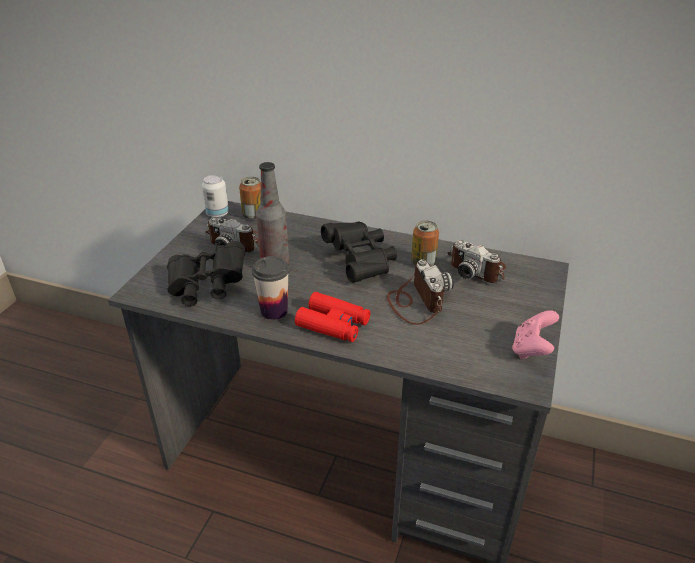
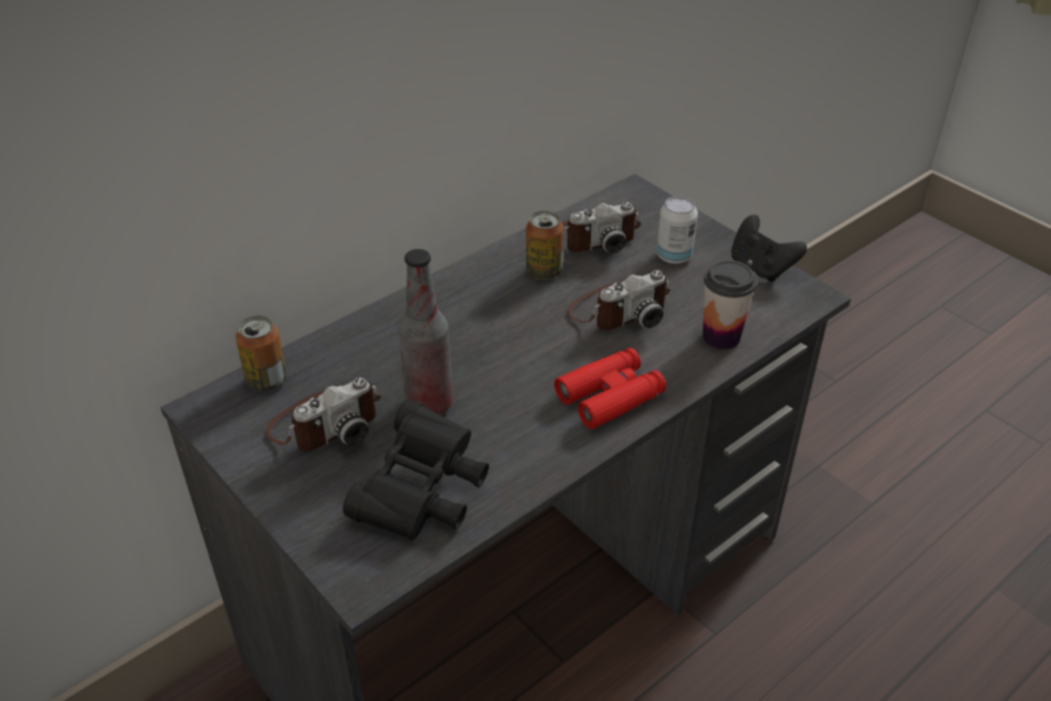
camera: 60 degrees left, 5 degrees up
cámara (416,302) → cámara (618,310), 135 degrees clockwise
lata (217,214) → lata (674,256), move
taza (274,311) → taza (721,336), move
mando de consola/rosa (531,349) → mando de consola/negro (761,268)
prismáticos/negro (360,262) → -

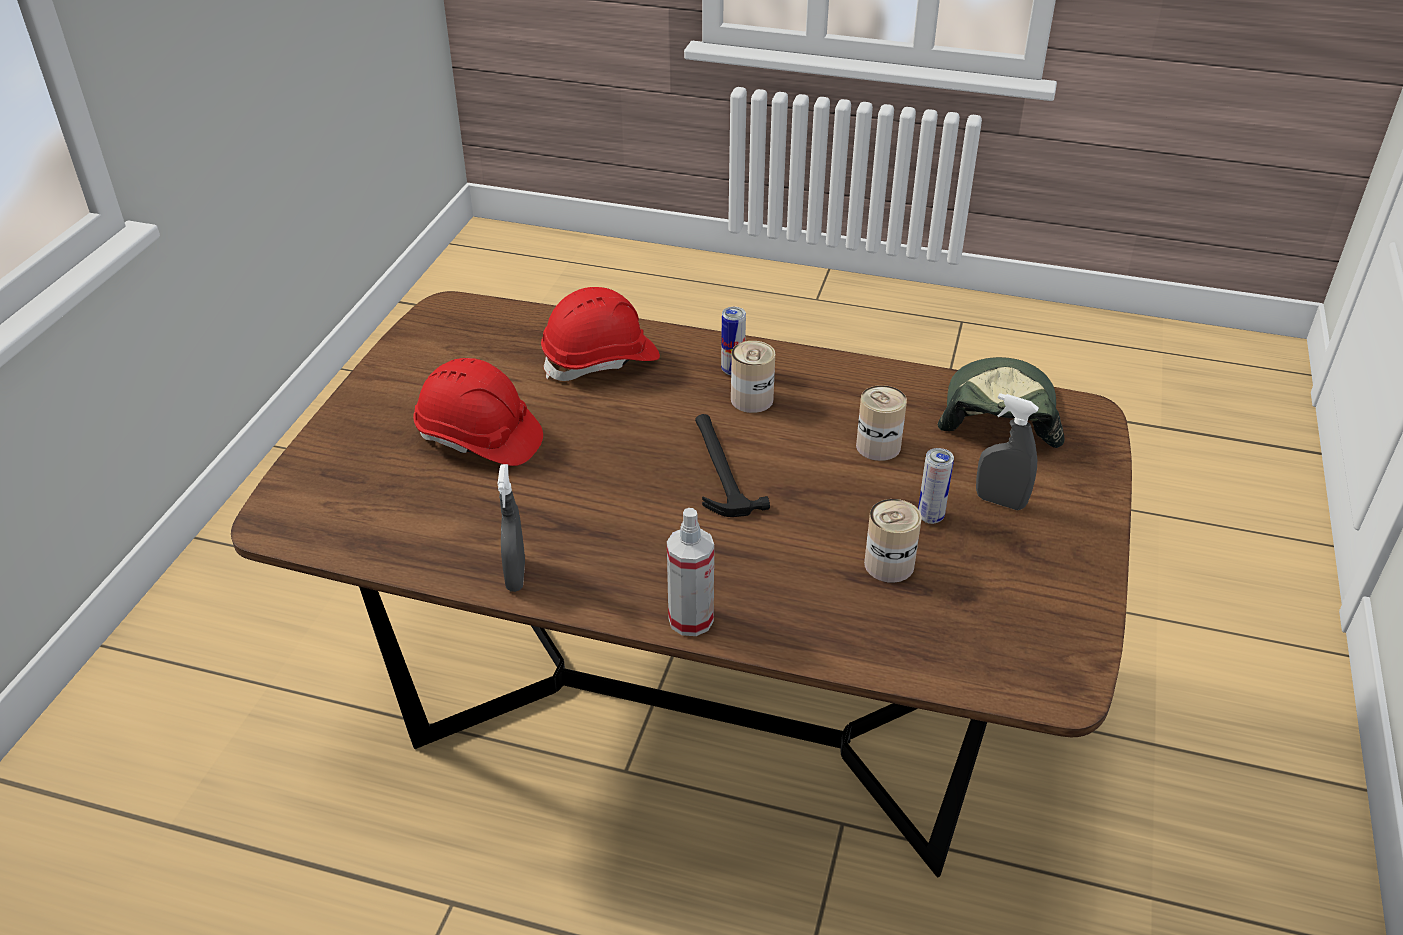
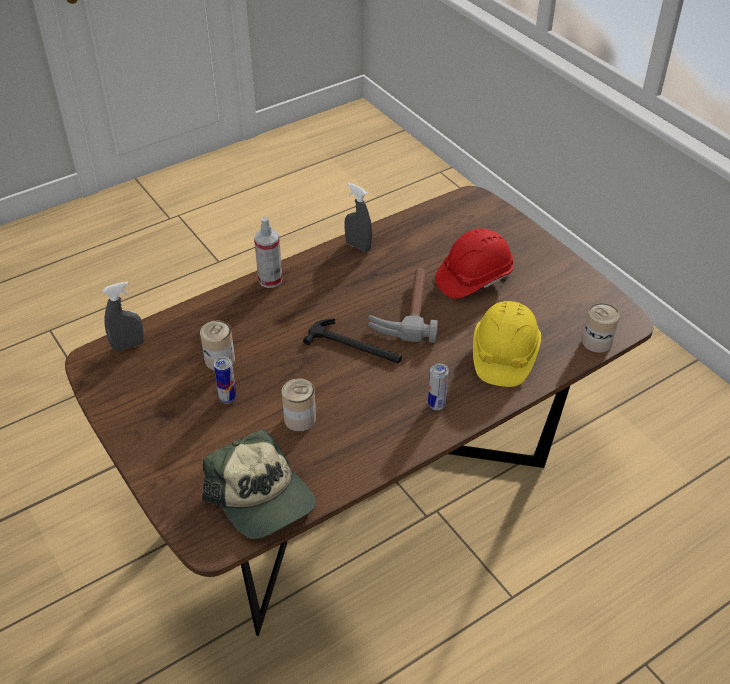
camera: 130 degrees right, 5 degrees up
pulverizador/gris (1000,501) → pulverizador/gris (128,345), move
- → martillo (405,311)
casco/rojo (601,361) → casco/amarillo (503,355)
lata (752,399) → lata (597,342), move

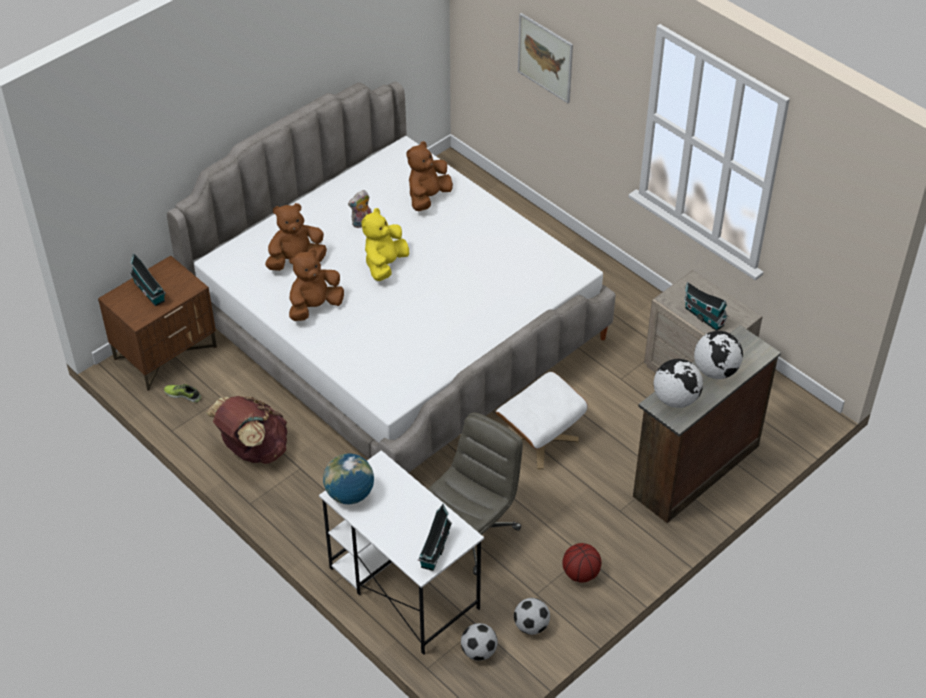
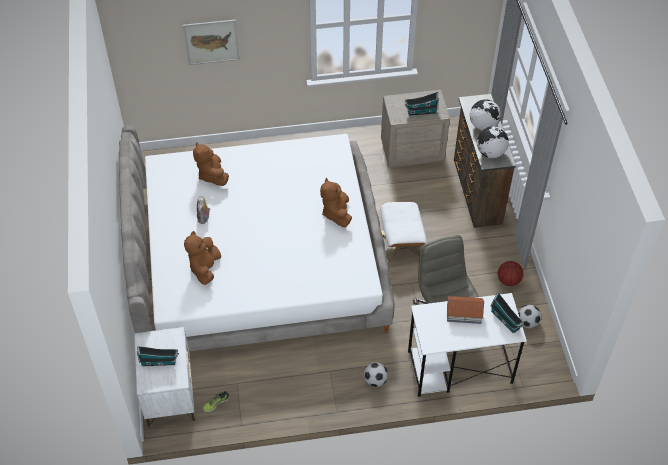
camera: 55 degrees left, 5 degrees up
mesita de noche/marrón (166,352) → mesita de noche/blanco (169,394)
peluche/marrón (314,307) → peluche/marrón (336,213), move
balón de fútbol (478,651) → balón de fútbol (375,380), move
- → casita (464,313)
mochila/marrón (253,450) → -
globo terráqueo (349,494) → -
peluche/amarillo (385,265) → -

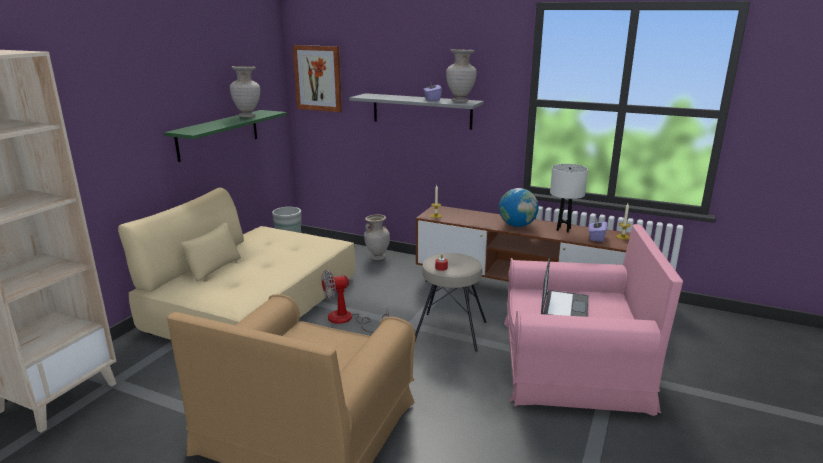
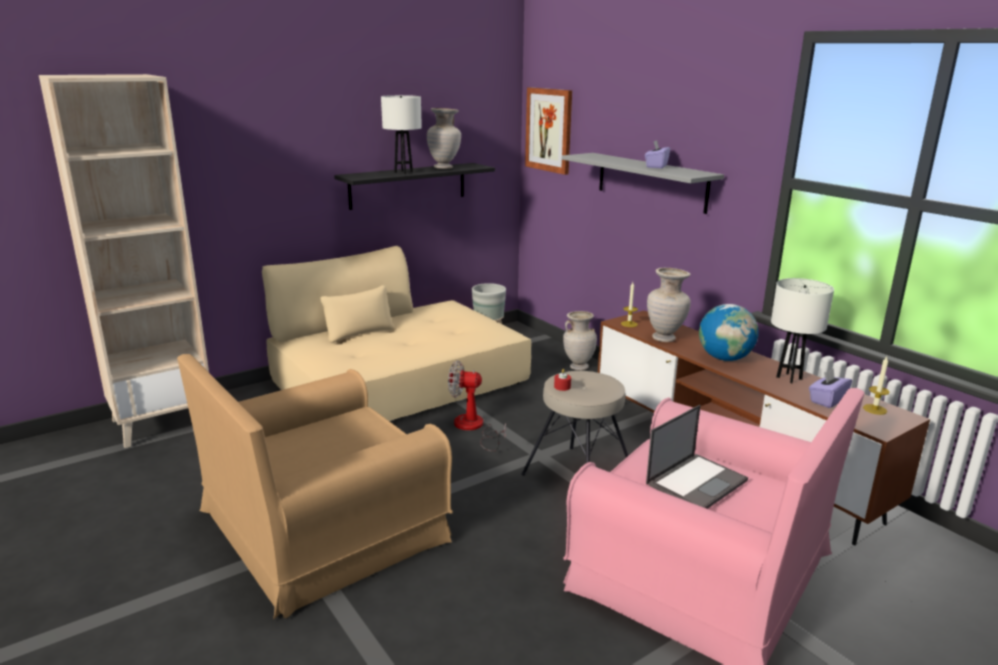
camera: 30 degrees right, 0 degrees up
estante/verde (218,134) → estante/negro (408,185)
- → lámpara de mesa/blanco (403,172)
florero/beis (460,101) → florero/beis (665,339), move

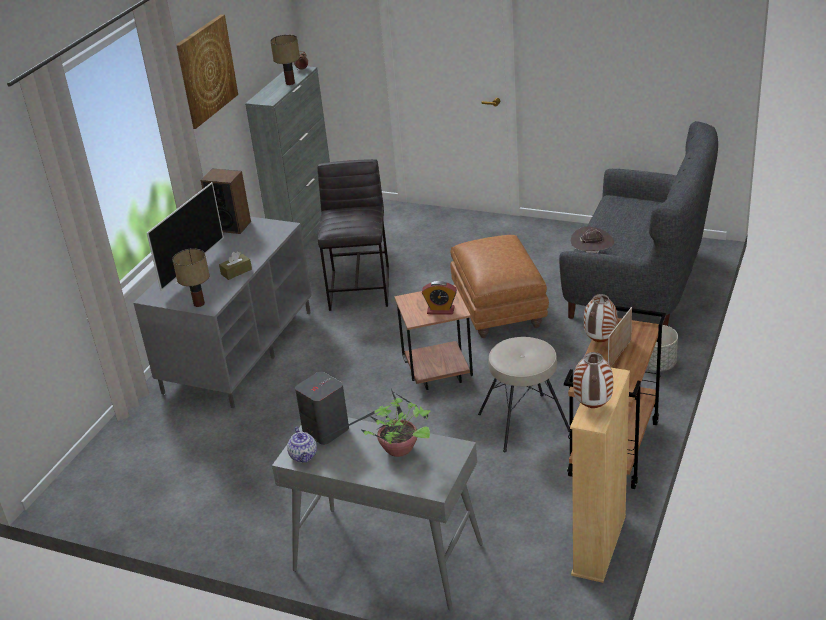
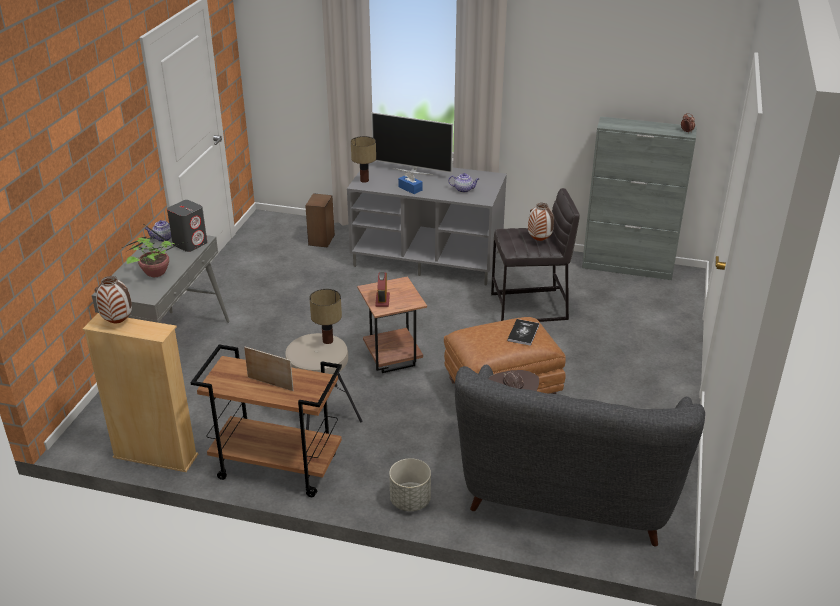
camera: 80 degrees right, 0 degrees up
altavoz (231,226) → altavoz (321,240), move
lámpara de mesa (289,83) → lámpara de mesa (328,340), move
caja de pañuelos/marrón (236,272) → caja de pañuelos/azul (410,188)
- → tetera (464,189)
- → libro (523,333)
florero (600,341) → florero (539,240), move
cuadro (205,71) → -

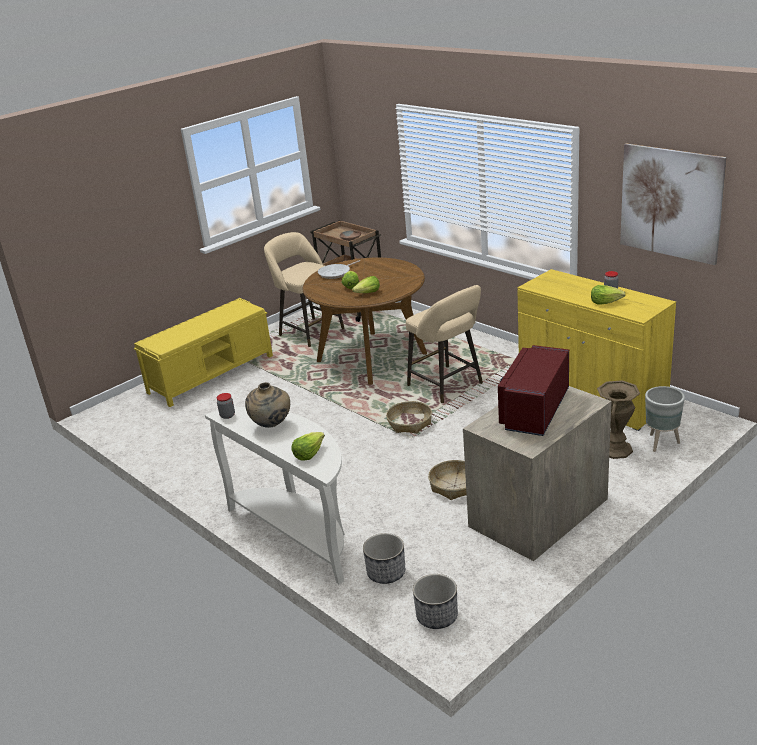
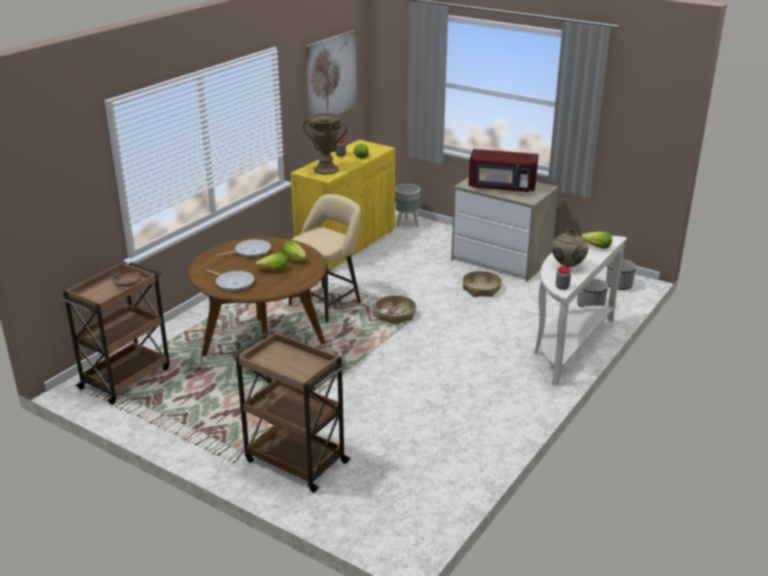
camera: 105 degrees left, 0 degrees up
- → sartén (250,251)
banco/amarillo (212,374) → carrito/marrón (294,461)
florero/marrón (616,449) → florero/marrón (326,170), move
taburete/beis (309,331) → -

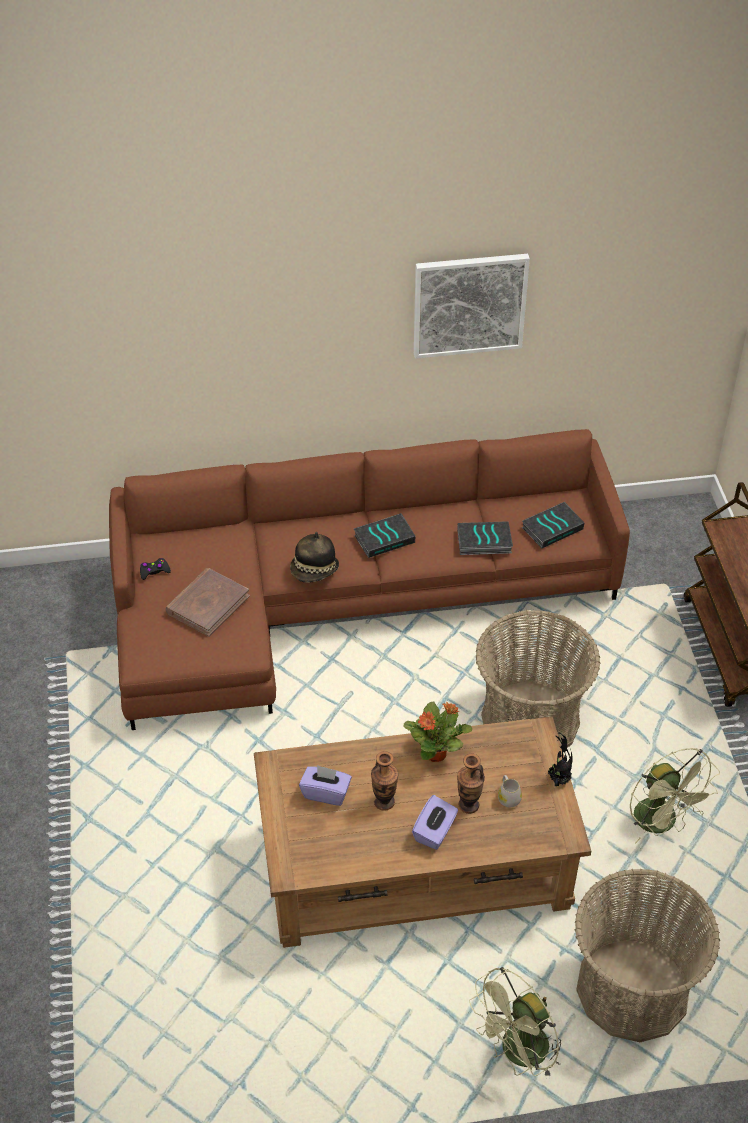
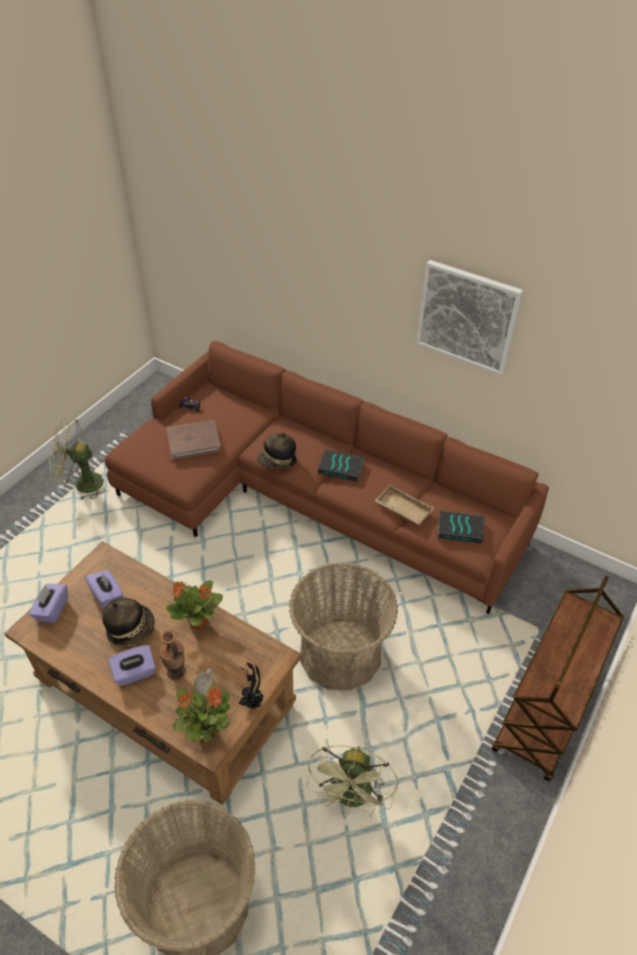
camera: 40 degrees right, 0 degrees up
- → caja de pañuelos/morado (52,609)
ventilador/verde (518,1054) → ventilador/verde (82,484), move
florero (384,802) → sombrero (131,628)
- → planta en maceta (205,730)
libro (483,542) → bandeja/beis (402,509)

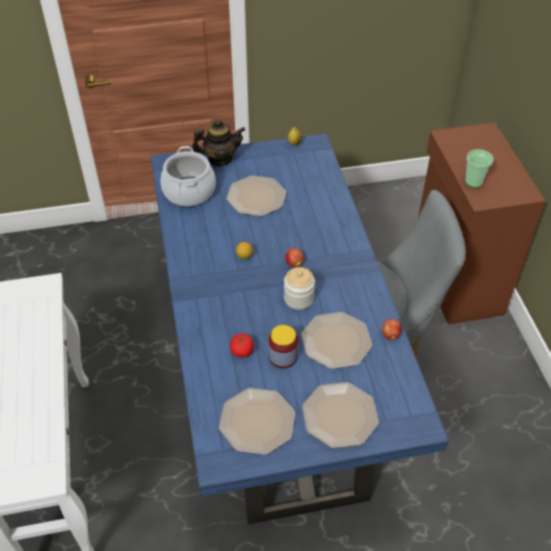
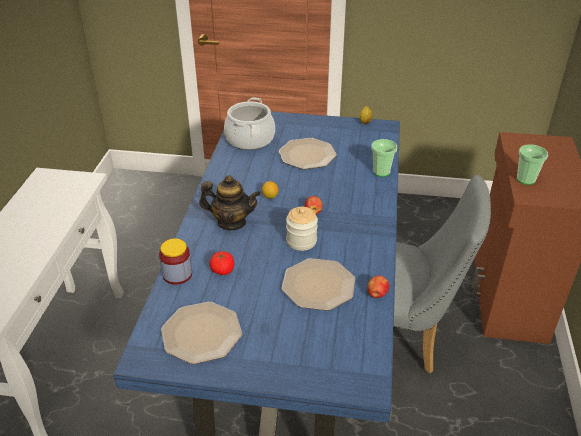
camera: 20 degrees right, 10 degrees down
tarro (283,356) → tarro (177,274), move
tetera (220,159) → tetera (231,222), move
- → taza (381,172)
plato (340,415) → -

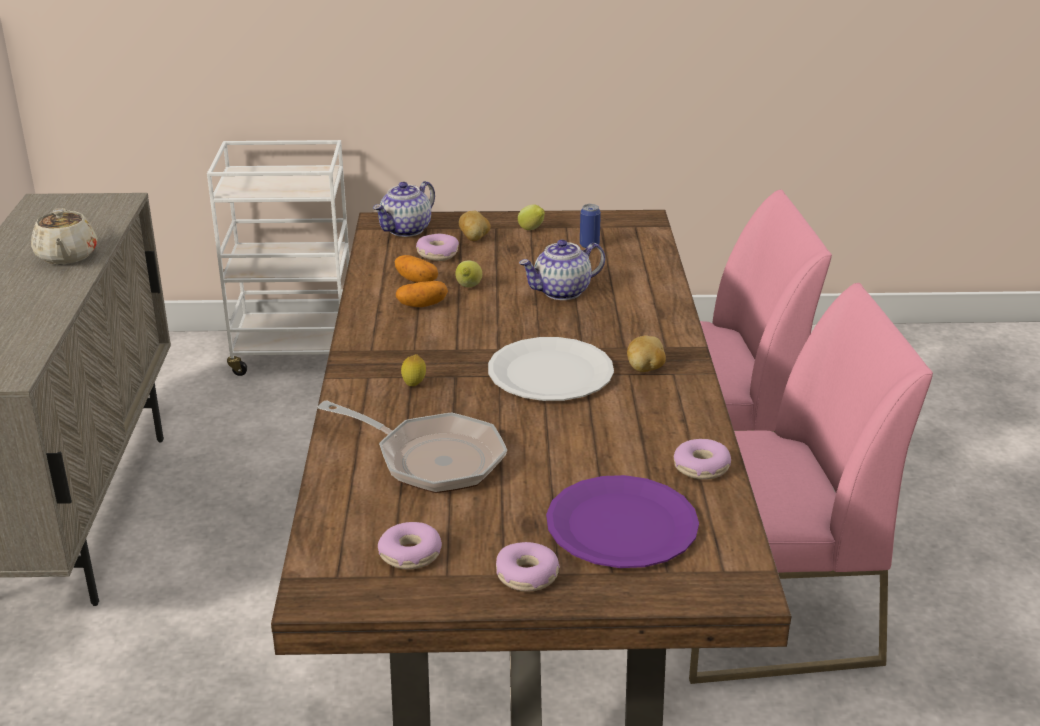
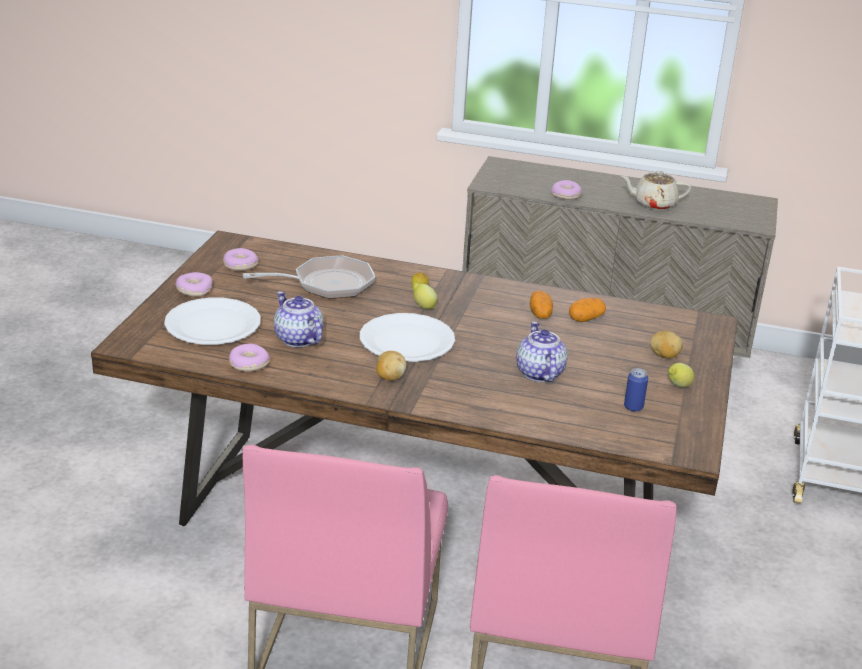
camera: 105 degrees right, 0 degrees up
plato/morado (622,525) → plato/blanco (212,324)
sartén (431,459) → sartén (326,284), 150 degrees counterclockwise
tetera (406,230) → tetera (297,339), move
limón (468,287) → limón (423,307), move
rosquilla (437,254) → rosquilla (566,195), move

